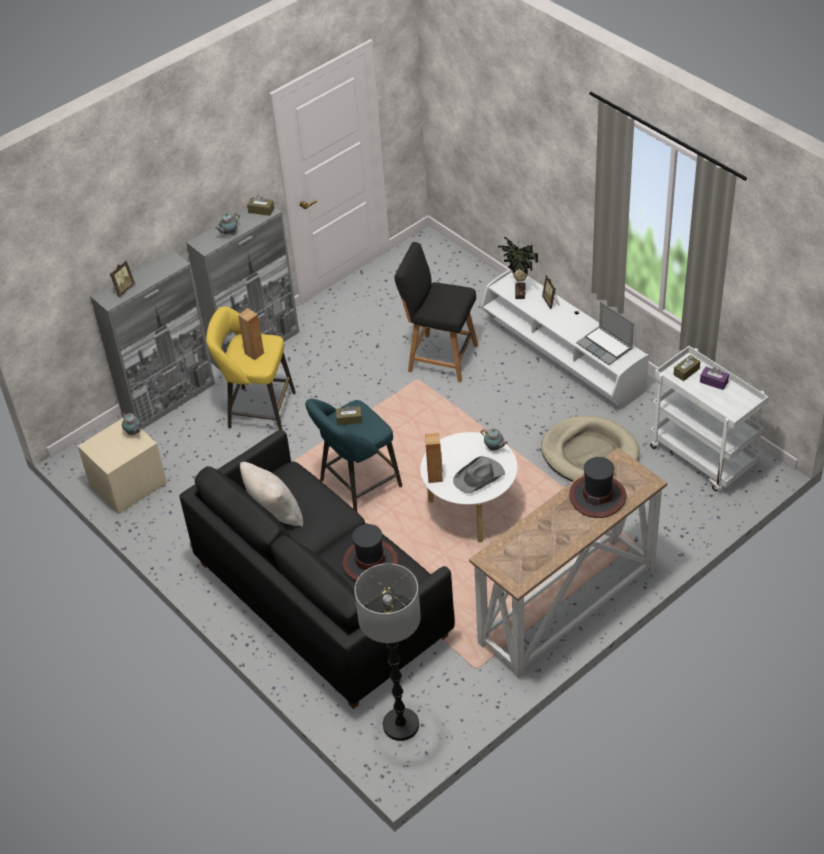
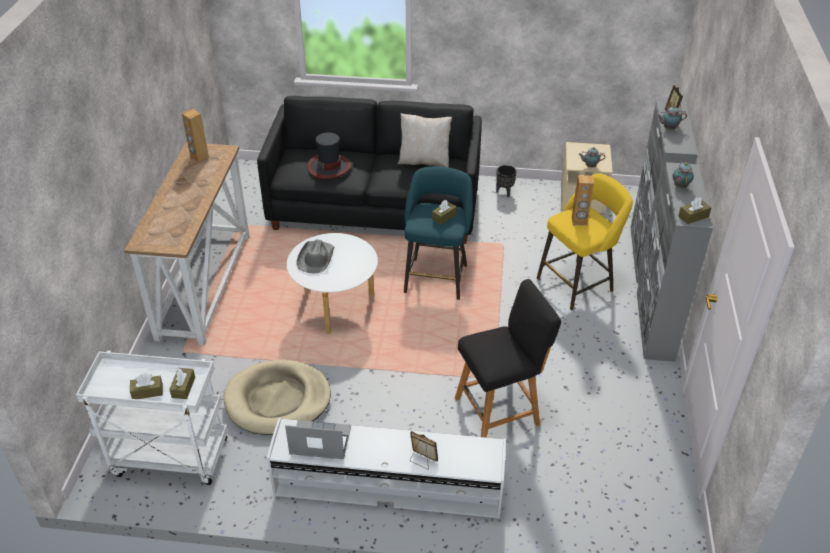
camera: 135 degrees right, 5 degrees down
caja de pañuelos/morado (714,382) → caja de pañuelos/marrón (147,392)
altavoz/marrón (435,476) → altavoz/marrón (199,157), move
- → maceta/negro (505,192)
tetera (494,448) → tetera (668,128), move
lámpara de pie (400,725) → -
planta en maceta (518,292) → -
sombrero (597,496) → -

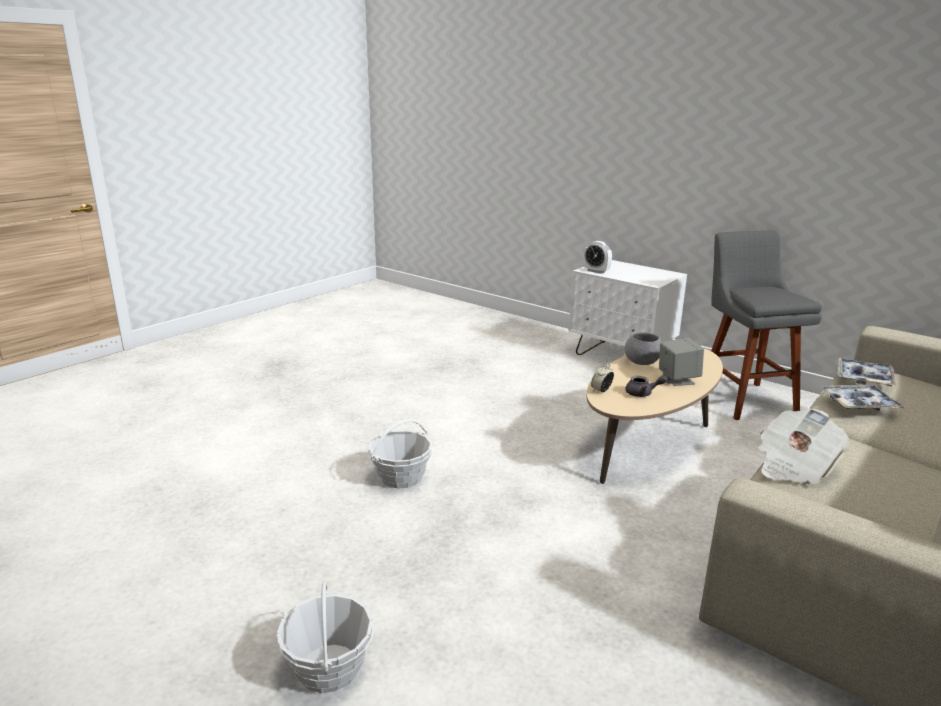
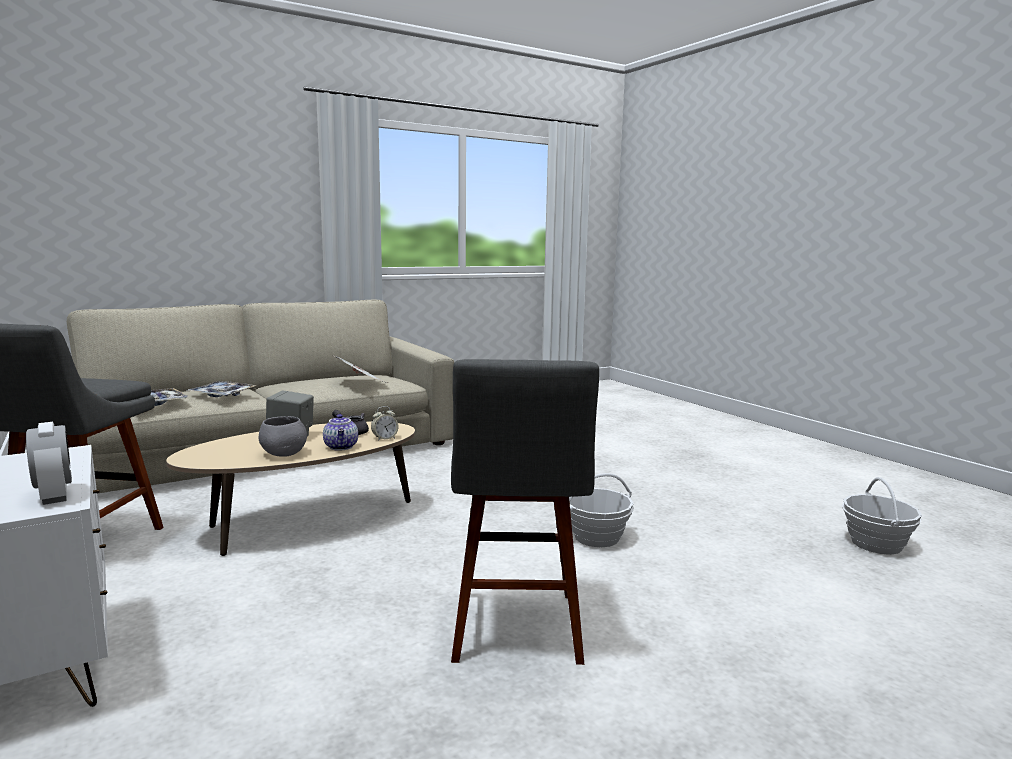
camera: 160 degrees left, 10 degrees down
- → tetera (342,447)
- → taburete/gris (516,631)
cesta (329,668) → cesta (876,544), move

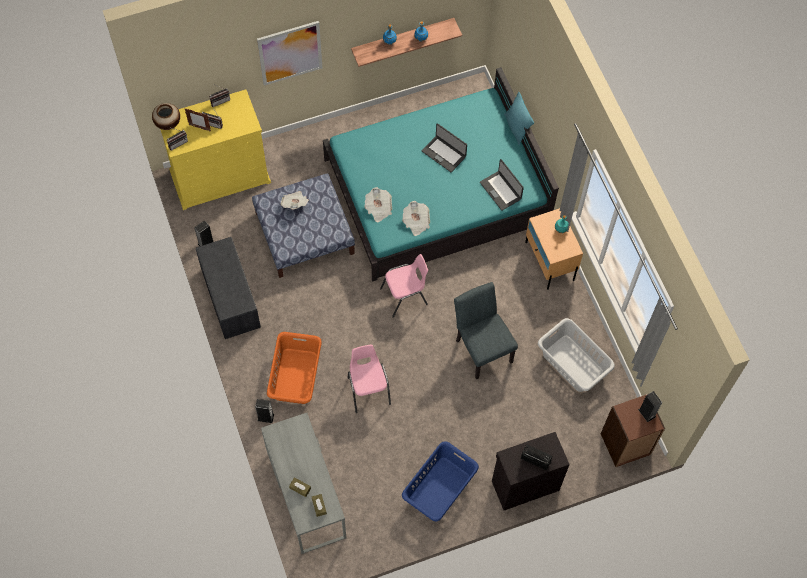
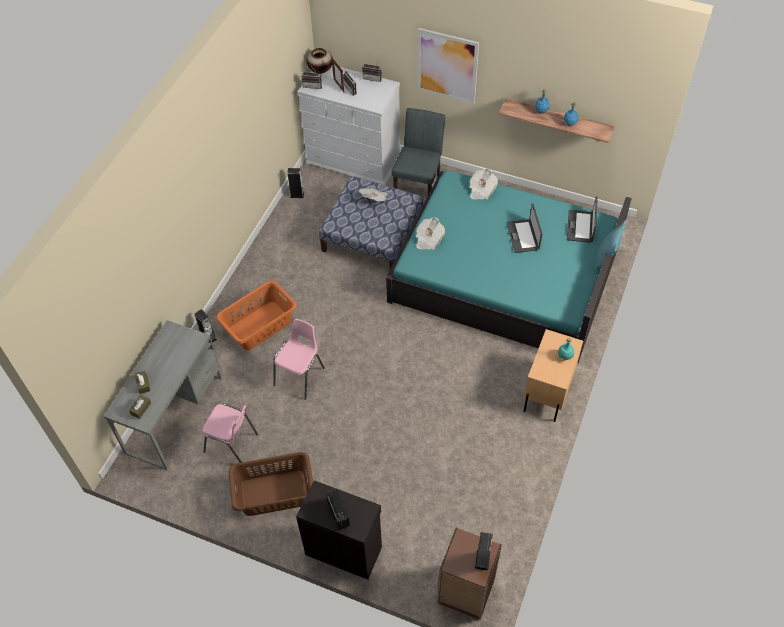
camera: 45 degrees right, 10 degrees down
silla/rosa (405,296) → silla/rosa (232,443), move
cesto de la ropa/azul (440,488) → cesto de la ropa/marrón (274,493)
cómoda/amarillo (220,176) → cómoda/blanco (354,159)
silla/gris (481,347) → silla/gris (419,184), move
periódico (416,222) → periódico (481,190), move
portátil (501,190) → portátil (581,226), move
banco/gris (229,297) → -
cesto de la ropa/gris (572,364) → -

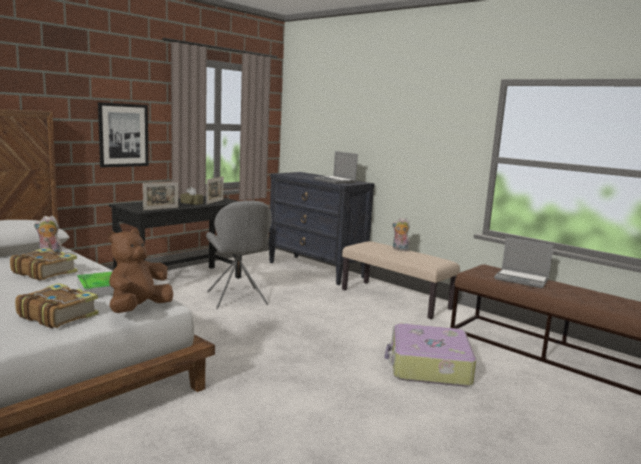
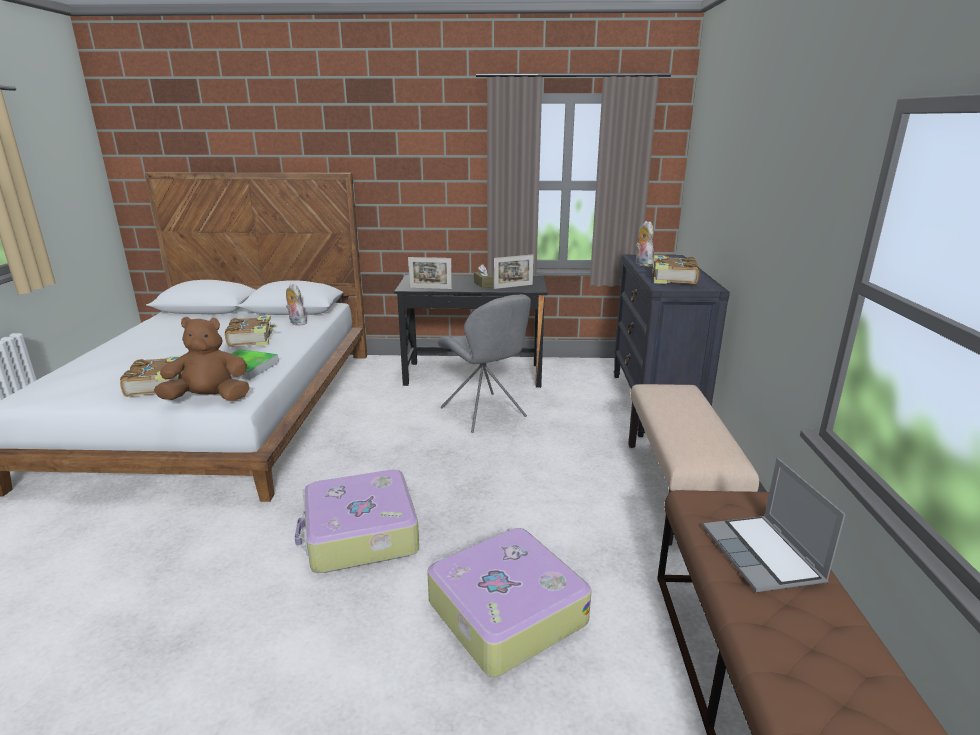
camera: 50 degrees right, 10 degrees up
- → maleta (360,534)
silla/gris (237,299) → silla/gris (484,414), 60 degrees counterclockwise
peluche (399,249) → peluche (642,264), move
portátil (335,181) → libro (672,279)
cuadro (123,135) → -

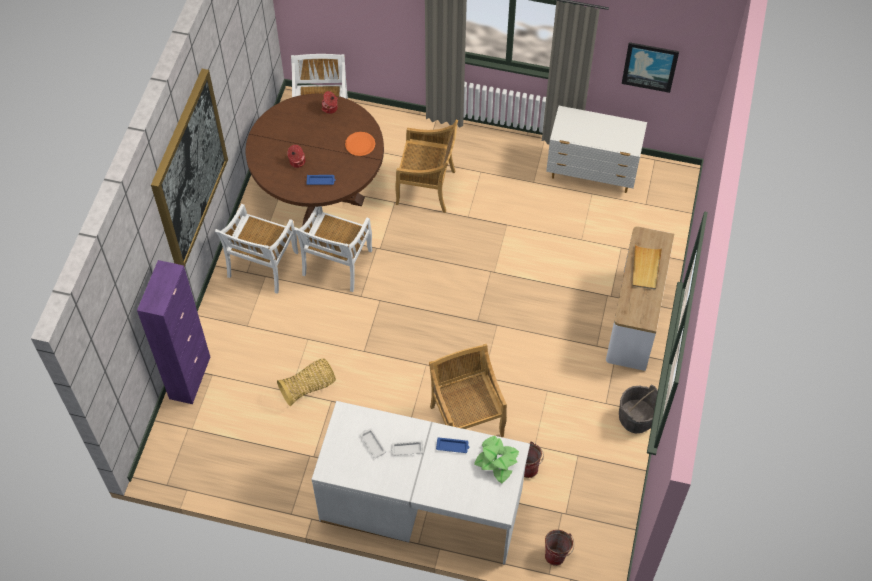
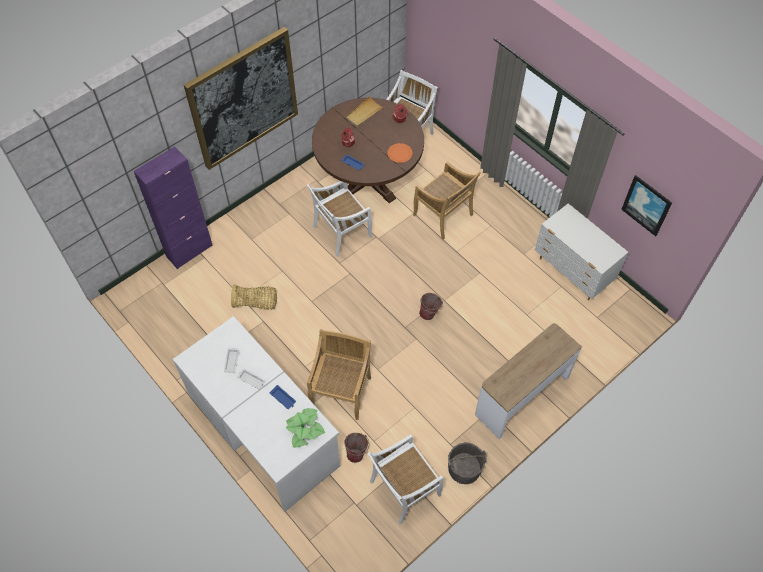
camera: 35 degrees right, 0 degrees up
bandeja/beis (645,268) → bandeja/beis (364,113), move
silla/blanco (262,266) → silla/blanco (404,489), move
cubo (557,553) → cubo (430,313), move

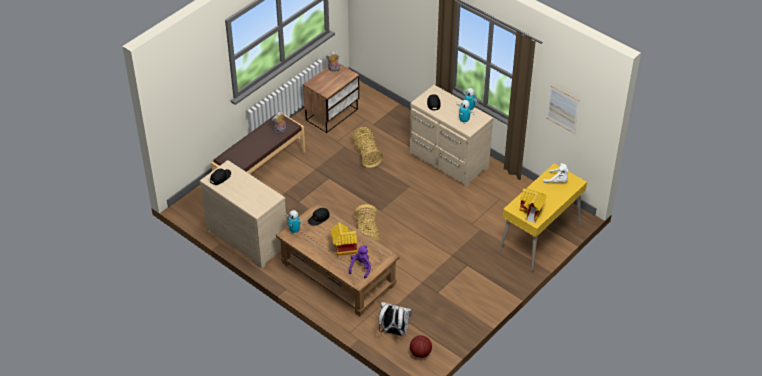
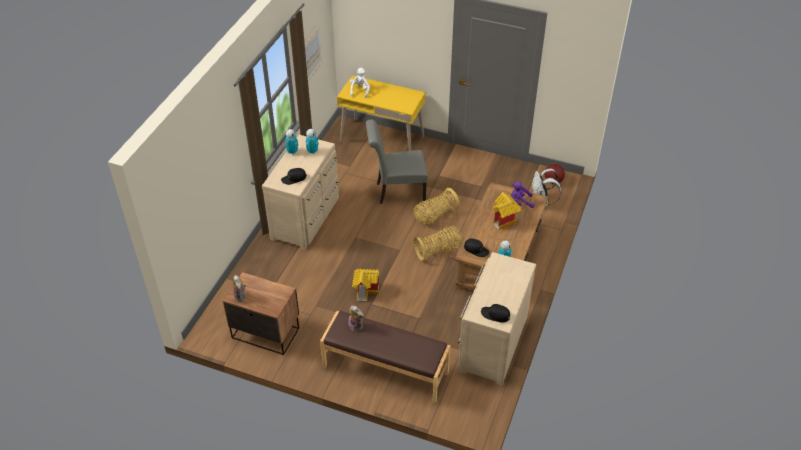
camera: 110 degrees left, 0 degrees up
casita (532,213) → casita (366,290), move
- → silla/gris (397,191)
cesta (366,153) → cesta (435,215), move

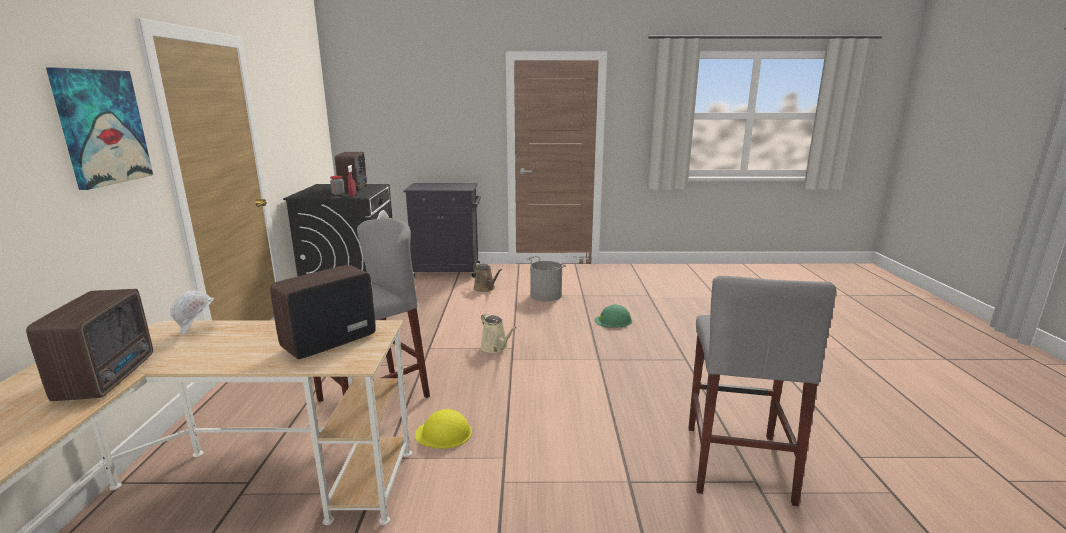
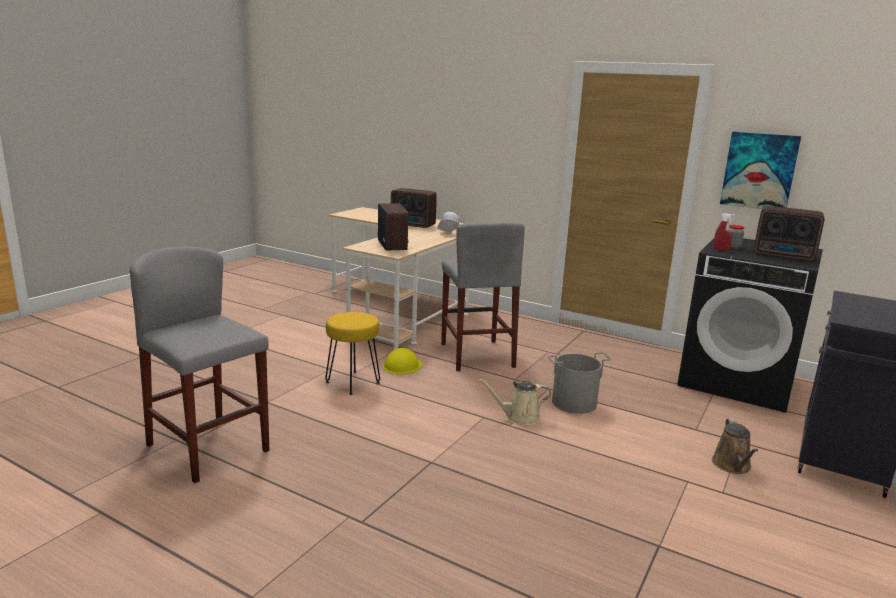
camera: 120 degrees right, 0 degrees up
- → taburete/amarillo (352,383)
cubo/gris (546,295) → cubo/gris (574,403), move
regadera/marrón (485,288) → regadera/marrón (732,466), 75 degrees counterclockwise
cuadro (101,127) → cuadro (759,171), move
casco/verde (613,320) → -

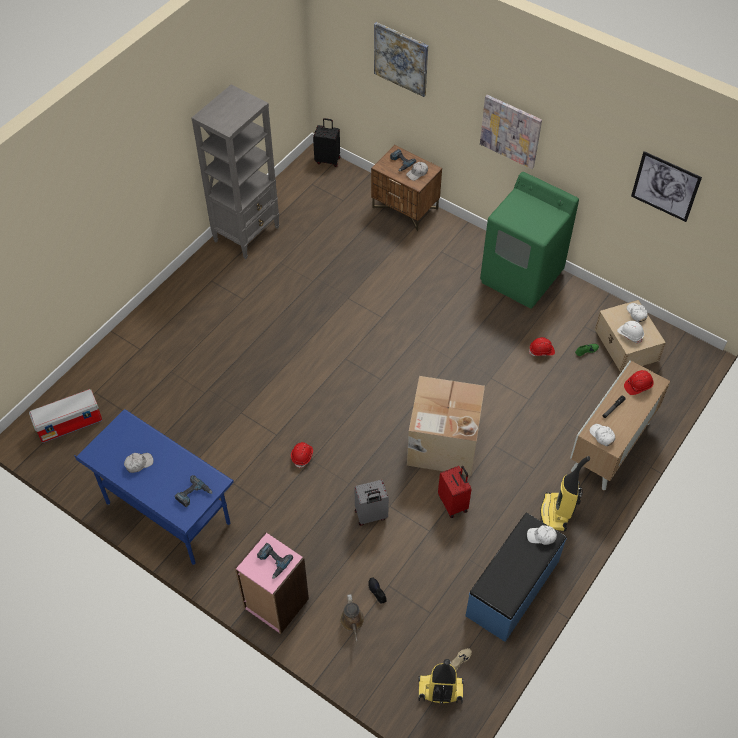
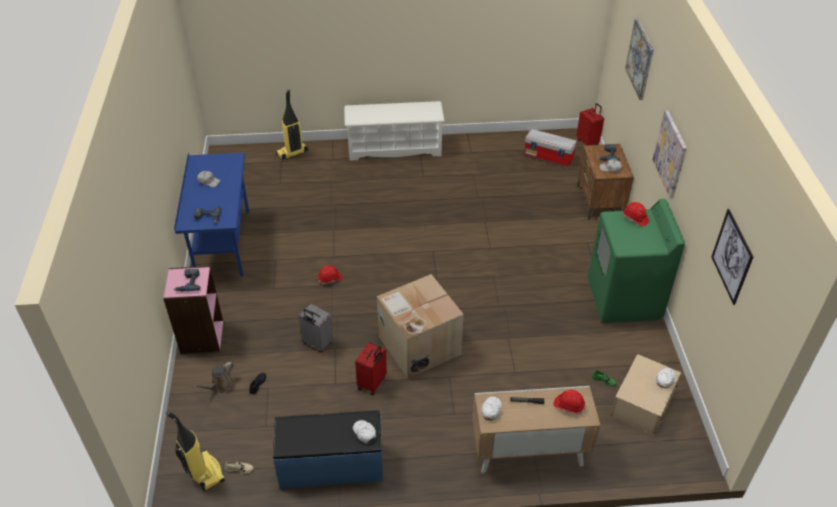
camera: 50 degrees right, 10 degrees down
aspiradora (556,513) → aspiradora (292,153), move
- → zapatero/blanco (394,148)
caja de almacenaje (70,423) → caja de almacenaje (549,157), move
maleta/negro (328,160) → maleta/rojo (588,142)
casco/rojo (541,351) → casco/rojo (635,218), move
estantería/gris (247,234) → -
casco/blanco (630,334) → -

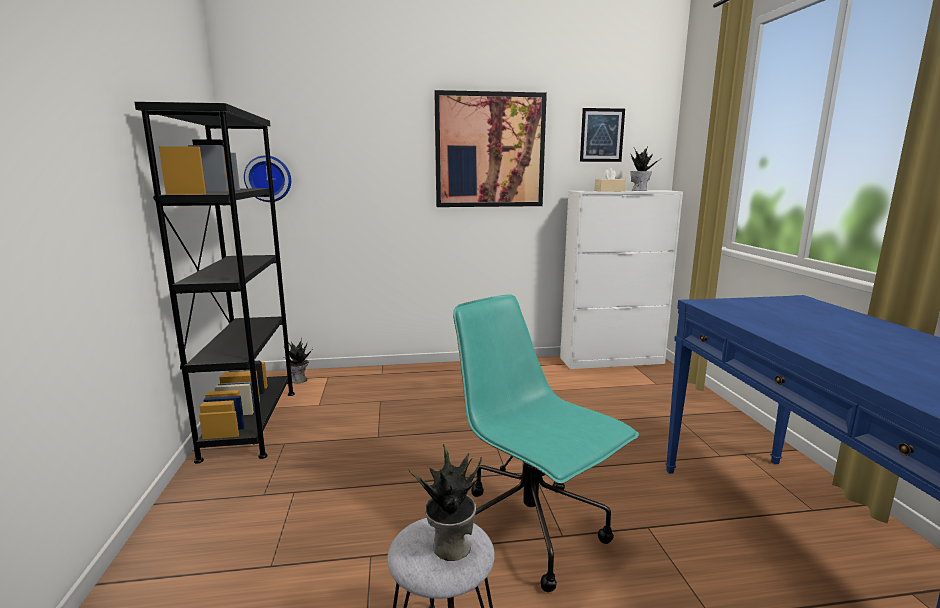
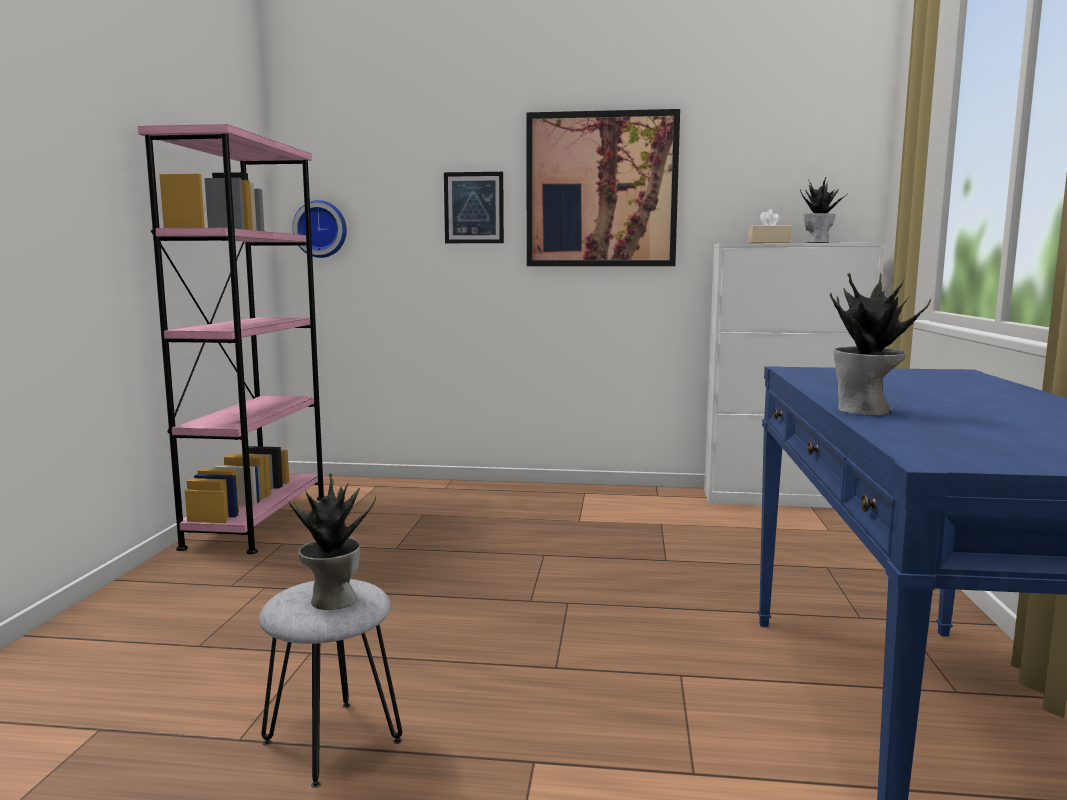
camera: 15 degrees right, 5 degrees down
estantería/negro (251,423) → estantería/rosa (258,521)
cuadro (602,135) → cuadro (474,208), move
planta en maceta (299,380) → planta en maceta (865,411), move
silla de oficina/turquesa (531,531) → -

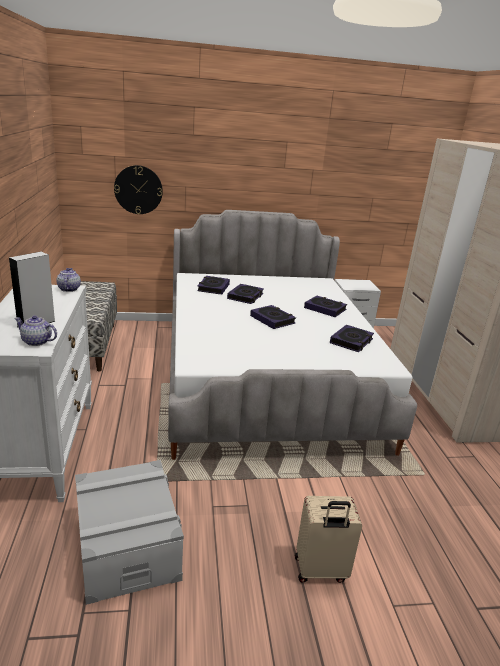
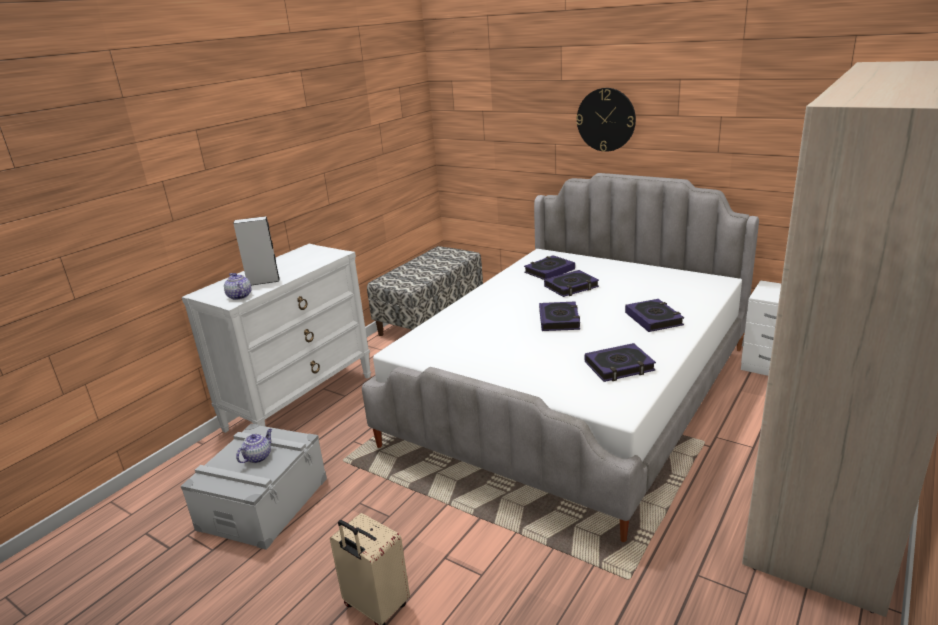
camera: 45 degrees right, 0 degrees up
tetera (69,289) → tetera (258,457), move
reloj de pared (138,190) → reloj de pared (606,120), move

